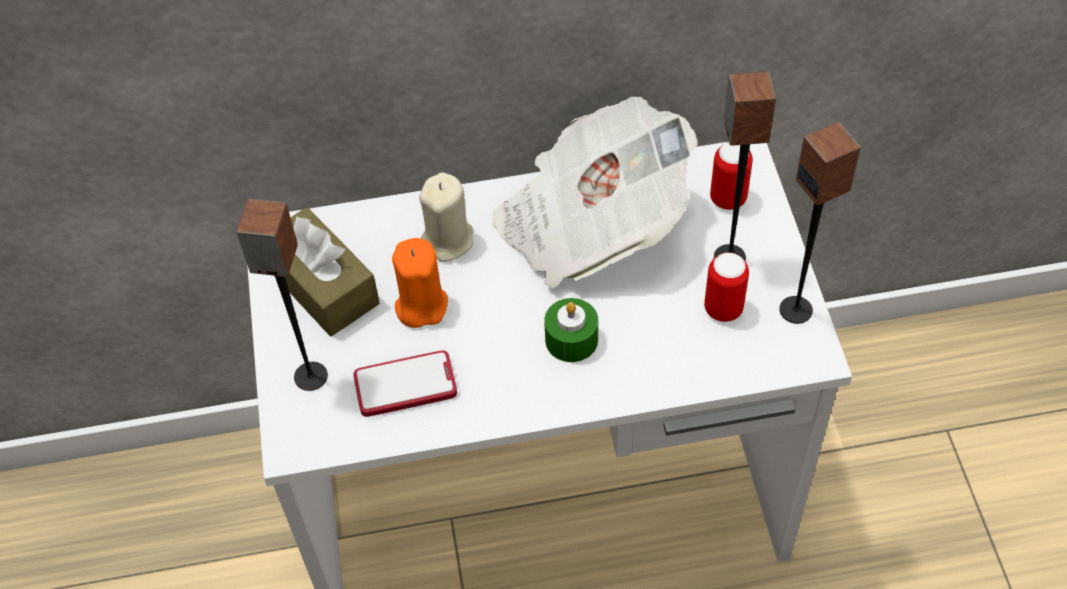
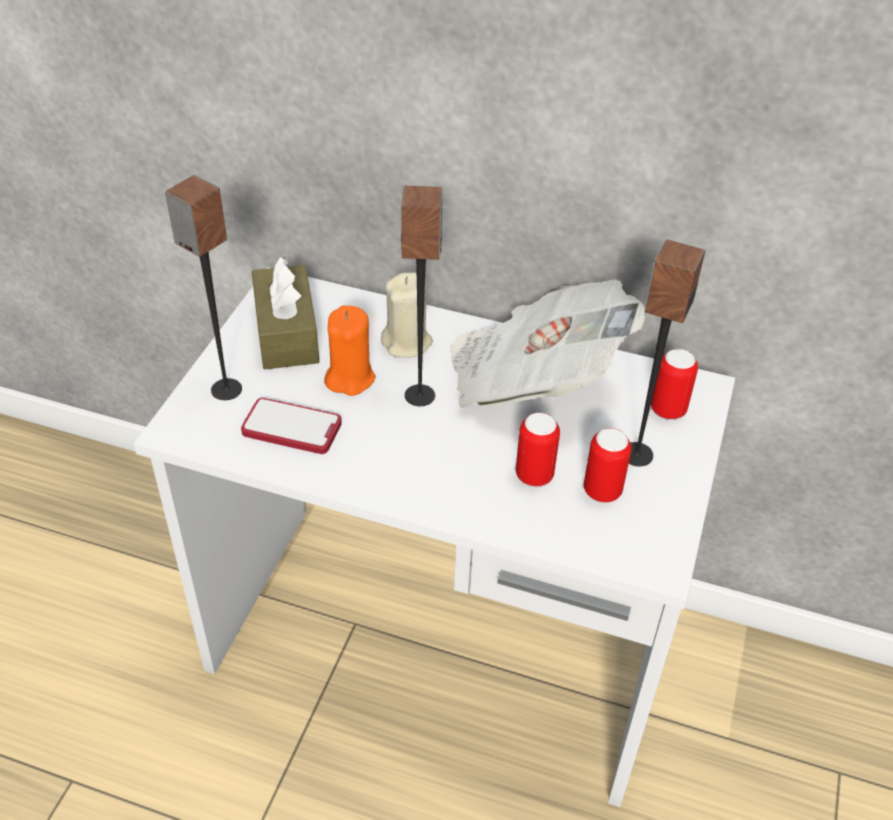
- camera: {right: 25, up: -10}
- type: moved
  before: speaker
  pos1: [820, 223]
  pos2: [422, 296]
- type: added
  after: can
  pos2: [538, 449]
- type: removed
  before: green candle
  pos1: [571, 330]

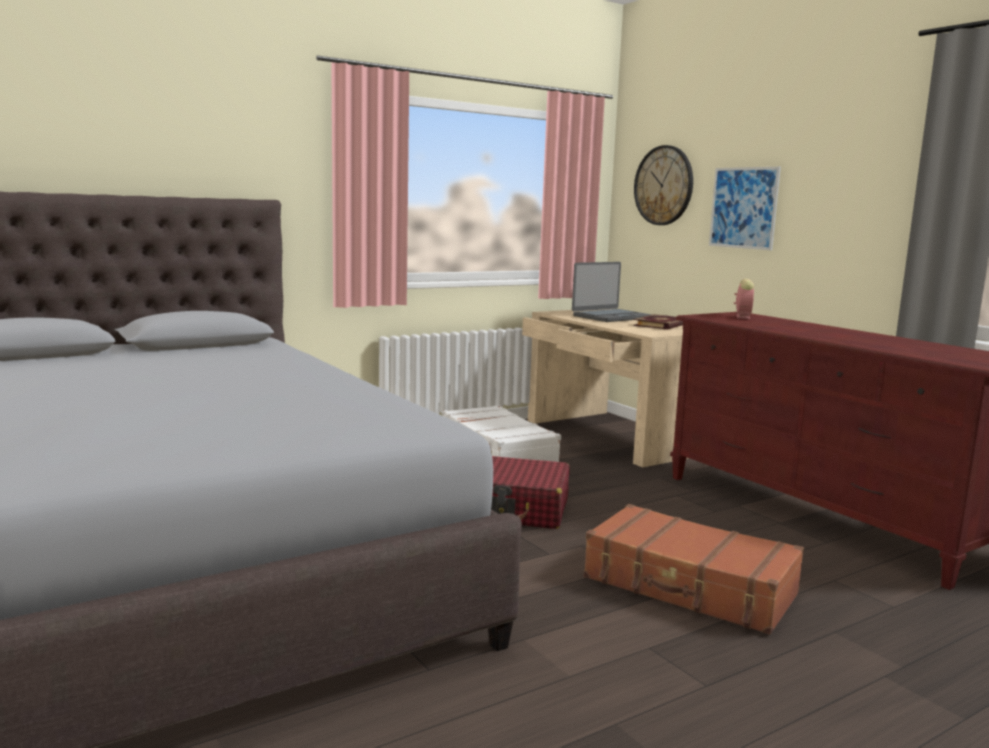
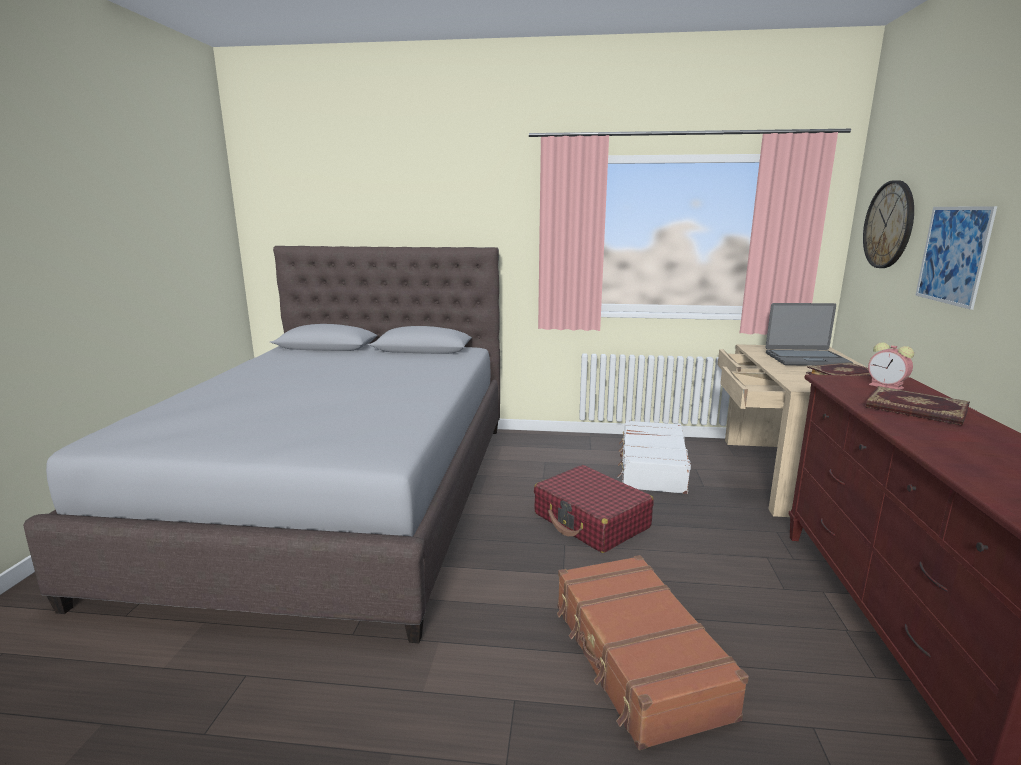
- camera: {right: 40, up: 5}
- type: added
  after: book
  pos2: [918, 406]
- type: turned
  before: alarm clock
  pos1: [744, 299]
  pos2: [891, 366]
  turn: 90

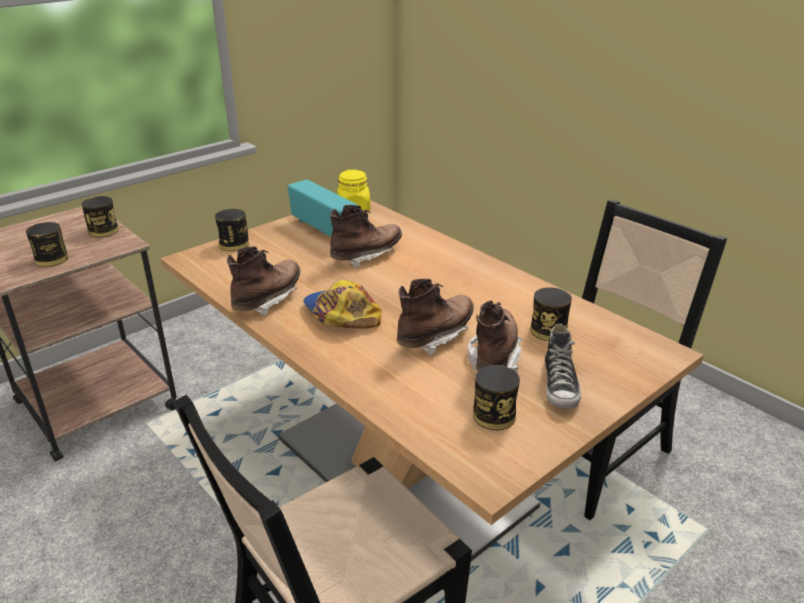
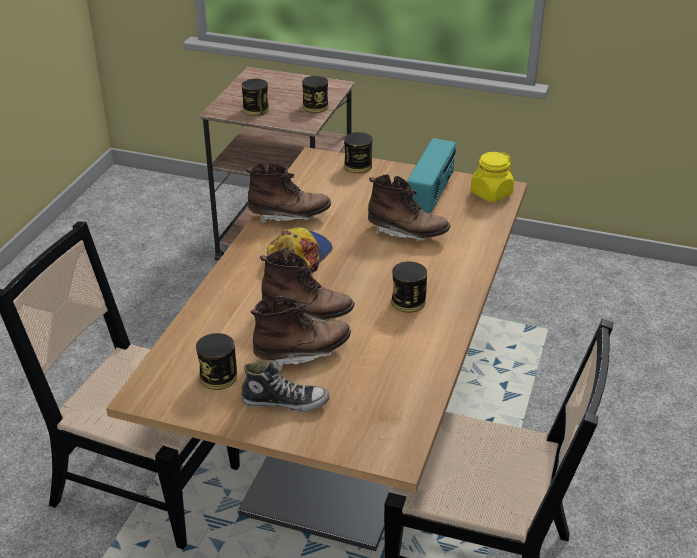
- camera: {right: 60, up: 5}
- type: turned
  before: shoe
  pos1: [563, 366]
  pos2: [285, 386]
  turn: -150
- type: moved
  before: can
  pos1: [551, 314]
  pos2: [409, 287]

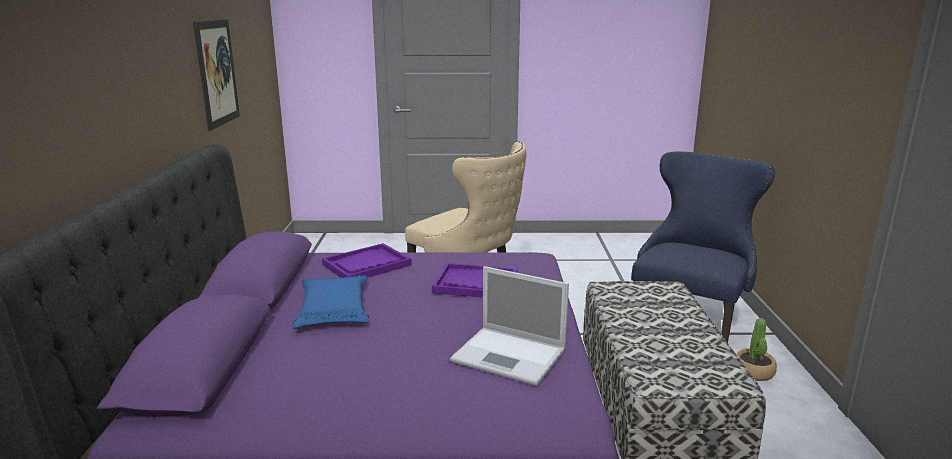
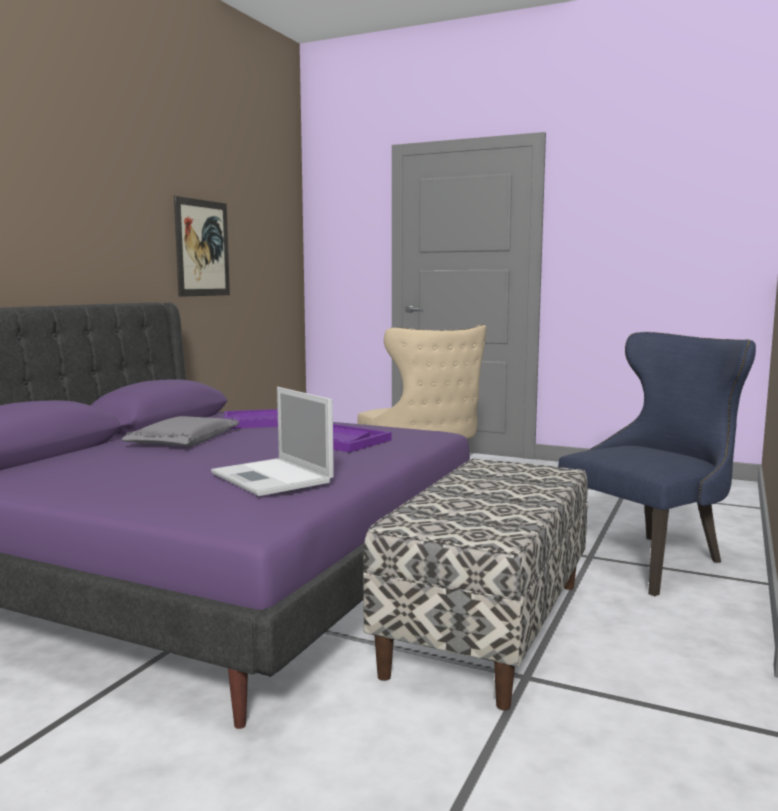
- camera: {right: 25, up: -10}
- type: recoloured
  before: blue pillow
  after: grey pillow
  pos1: [330, 301]
  pos2: [180, 431]
- type: removed
  before: potted plant
  pos1: [756, 349]

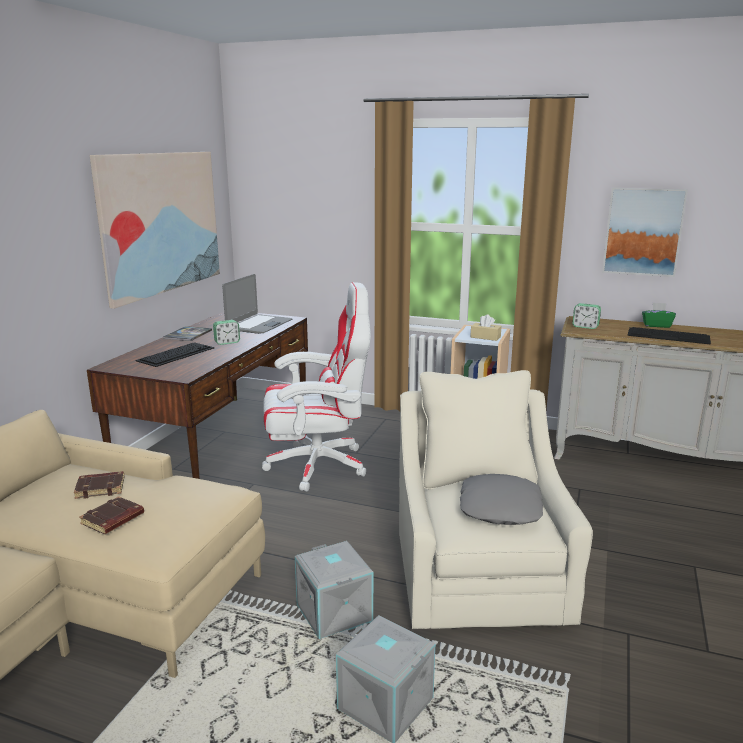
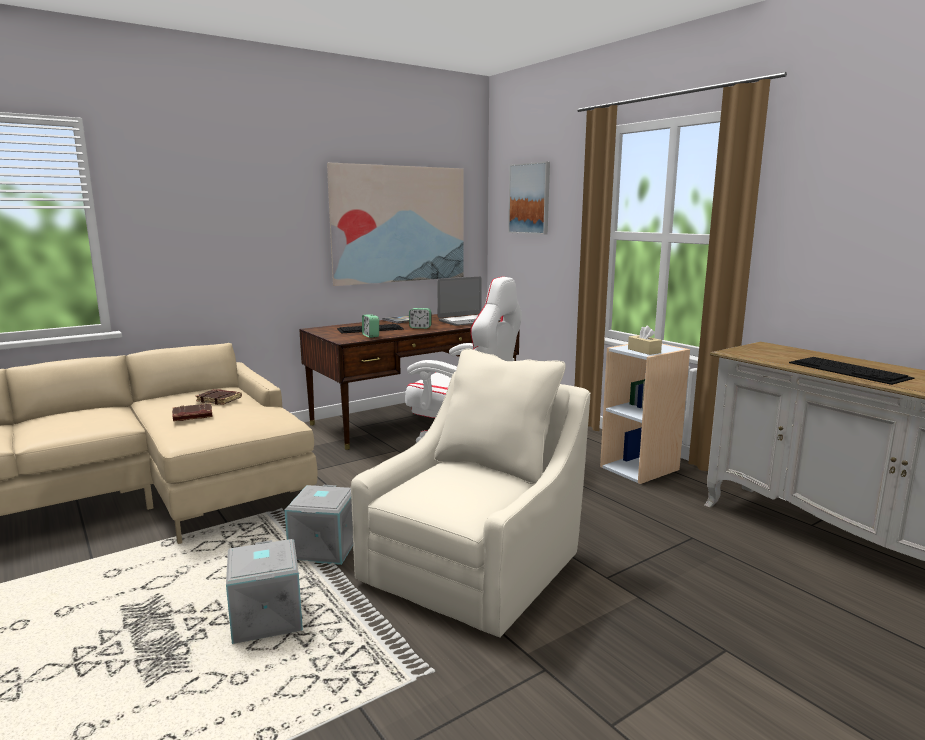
- camera: {right: 35, up: -5}
- type: moved
  before: alarm clock
  pos1: [587, 316]
  pos2: [370, 326]
- type: moved
  before: picture
  pos1: [645, 232]
  pos2: [529, 198]
- type: removed
  before: grey pillow
  pos1: [501, 499]
- type: removed
  before: green tissue box
  pos1: [659, 315]

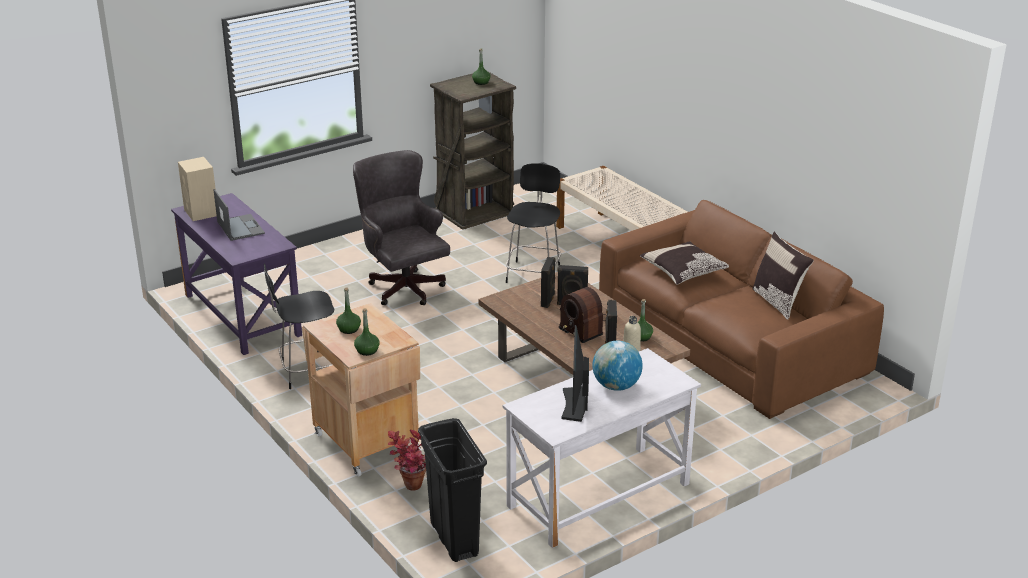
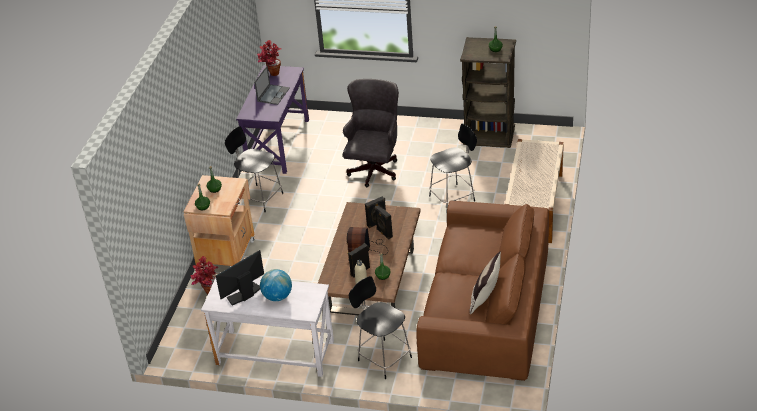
- camera: {right: 50, up: 10}
- type: replaced
  before: beige speaker
  after: potted plant
  pos1: [197, 189]
  pos2: [269, 58]
- type: added
  after: black chair
  pos2: [380, 327]
- type: removed
  before: black trash can
  pos1: [452, 490]
- type: removed
  before: pillow
  pos1: [684, 263]

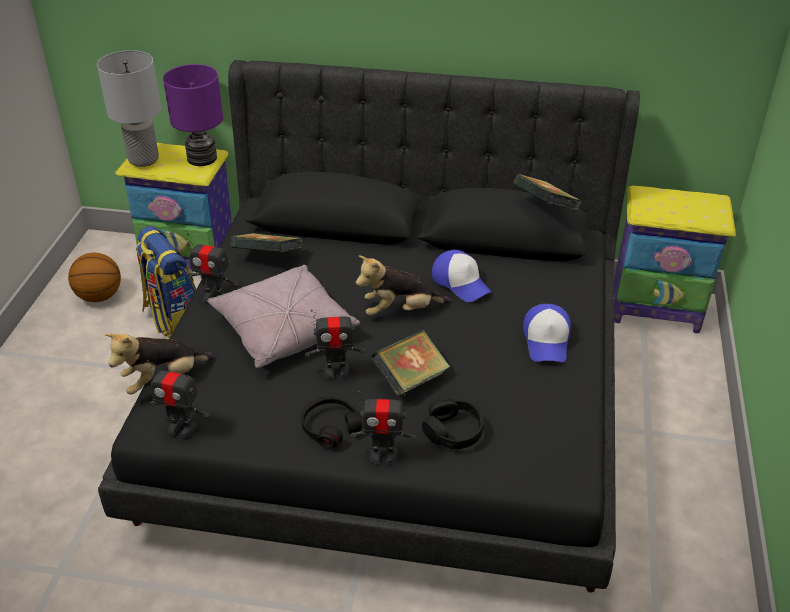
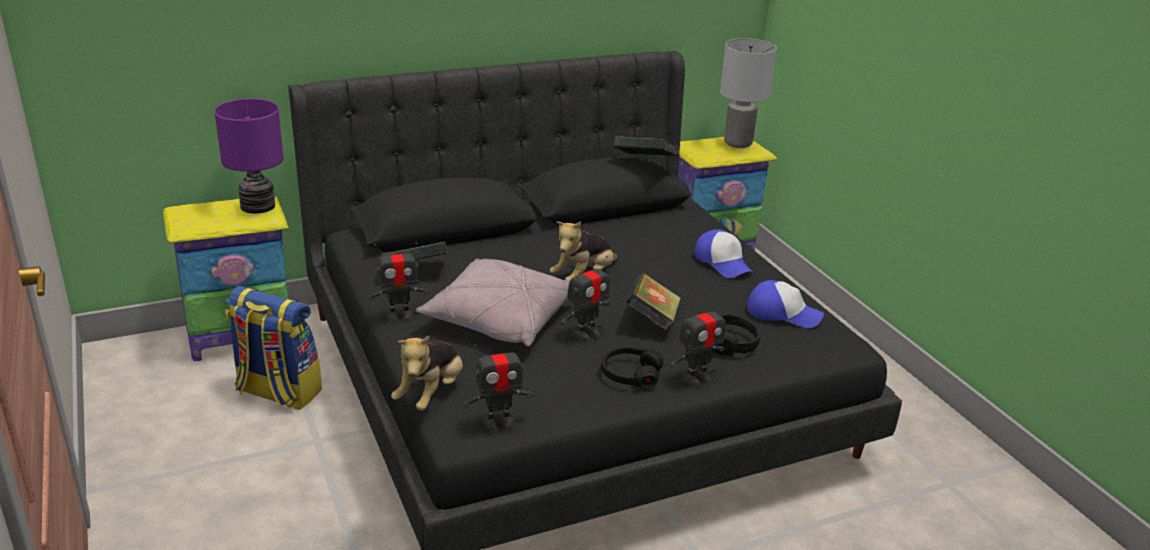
- camera: {right: -35, up: -10}
- type: moved
  before: grey table lamp
  pos1: [129, 108]
  pos2: [748, 93]
- type: moved
  before: cap
  pos1: [461, 276]
  pos2: [785, 304]
- type: removed
  before: basketball
  pos1: [94, 277]

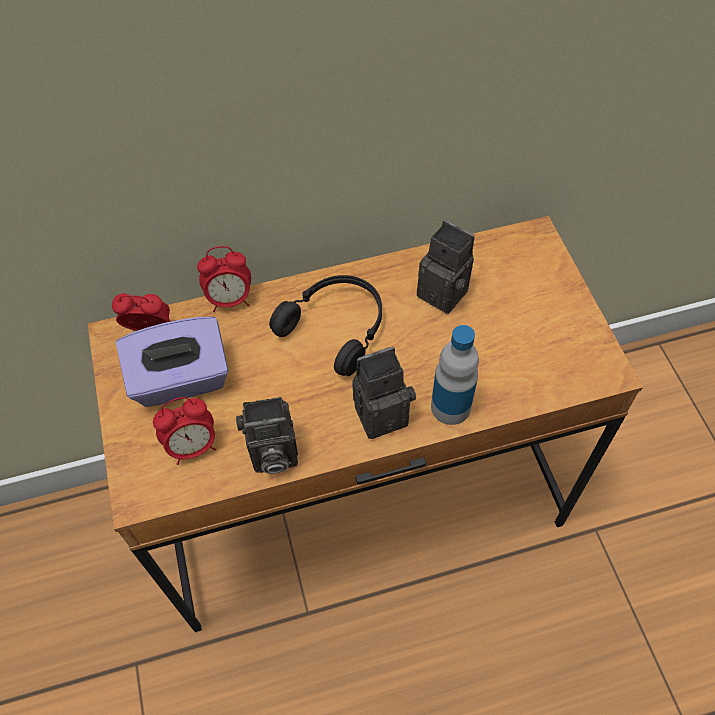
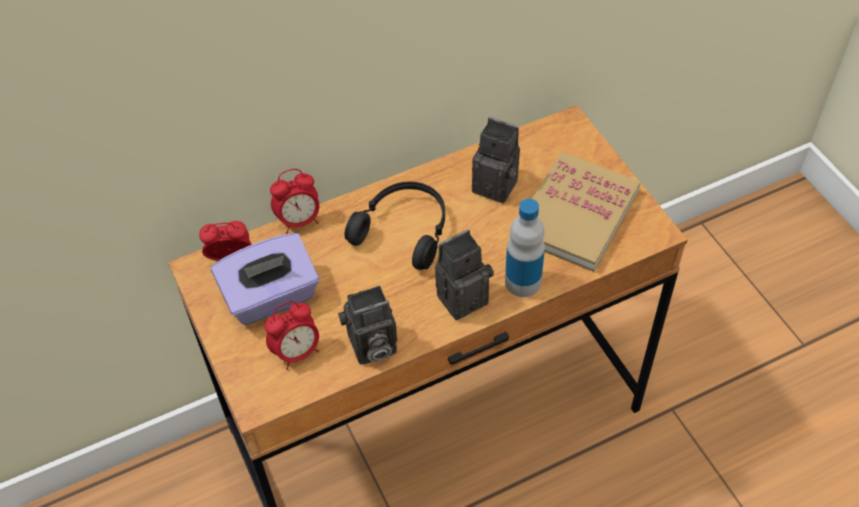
- camera: {right: -10, up: -5}
- type: added
  after: book
  pos2: [586, 212]

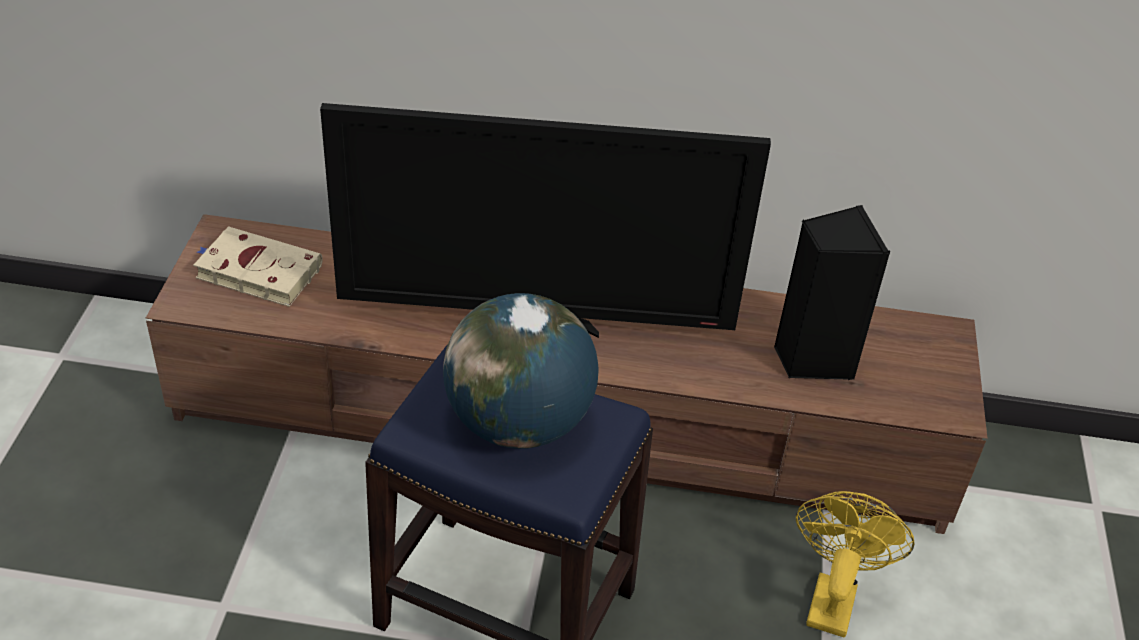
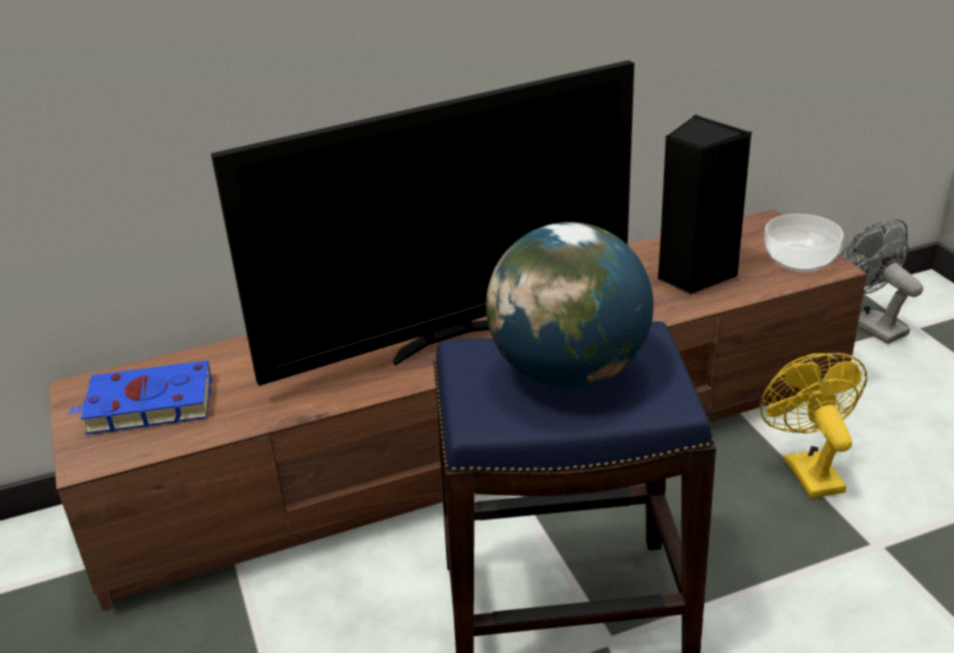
- camera: {right: -25, up: -10}
- type: recoloured
  before: beige book
  after: blue book
  pos1: [258, 266]
  pos2: [140, 397]
- type: added
  after: bowl
  pos2: [804, 243]
- type: added
  after: grey fan
  pos2: [882, 281]

